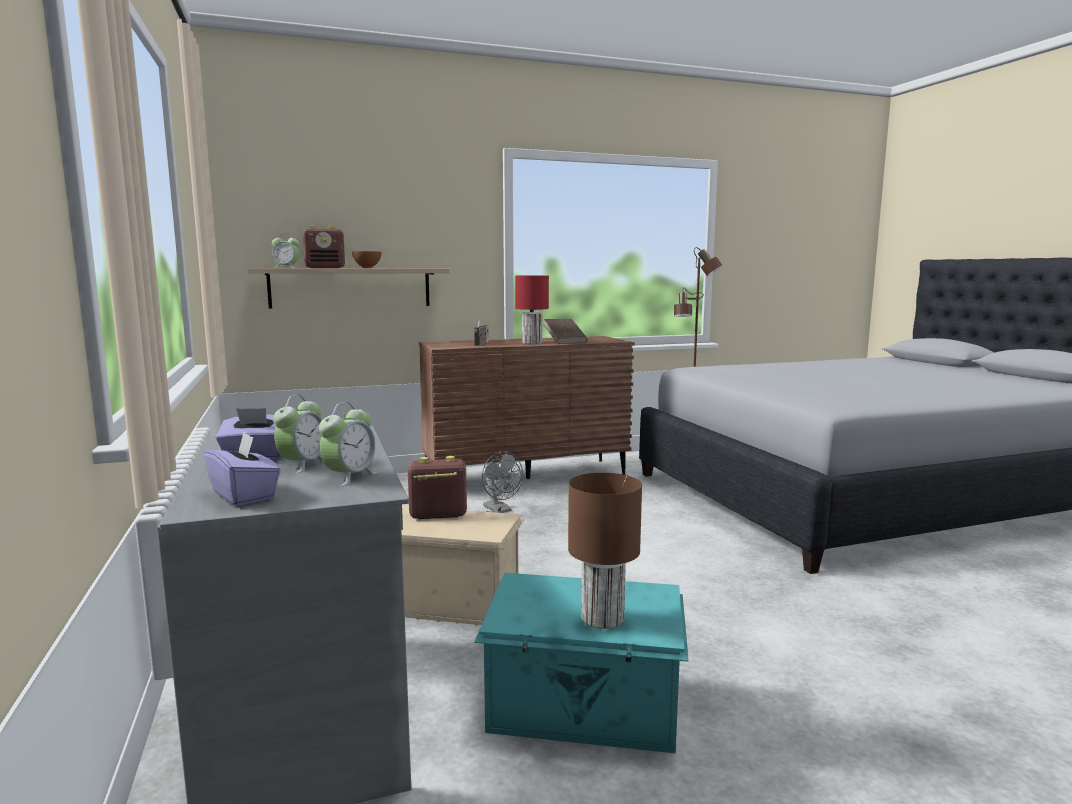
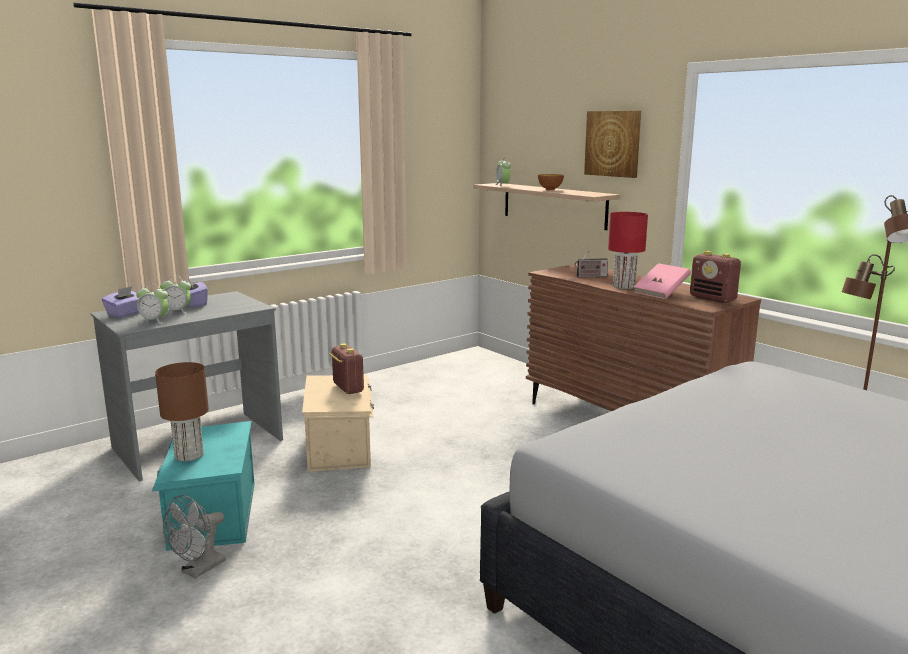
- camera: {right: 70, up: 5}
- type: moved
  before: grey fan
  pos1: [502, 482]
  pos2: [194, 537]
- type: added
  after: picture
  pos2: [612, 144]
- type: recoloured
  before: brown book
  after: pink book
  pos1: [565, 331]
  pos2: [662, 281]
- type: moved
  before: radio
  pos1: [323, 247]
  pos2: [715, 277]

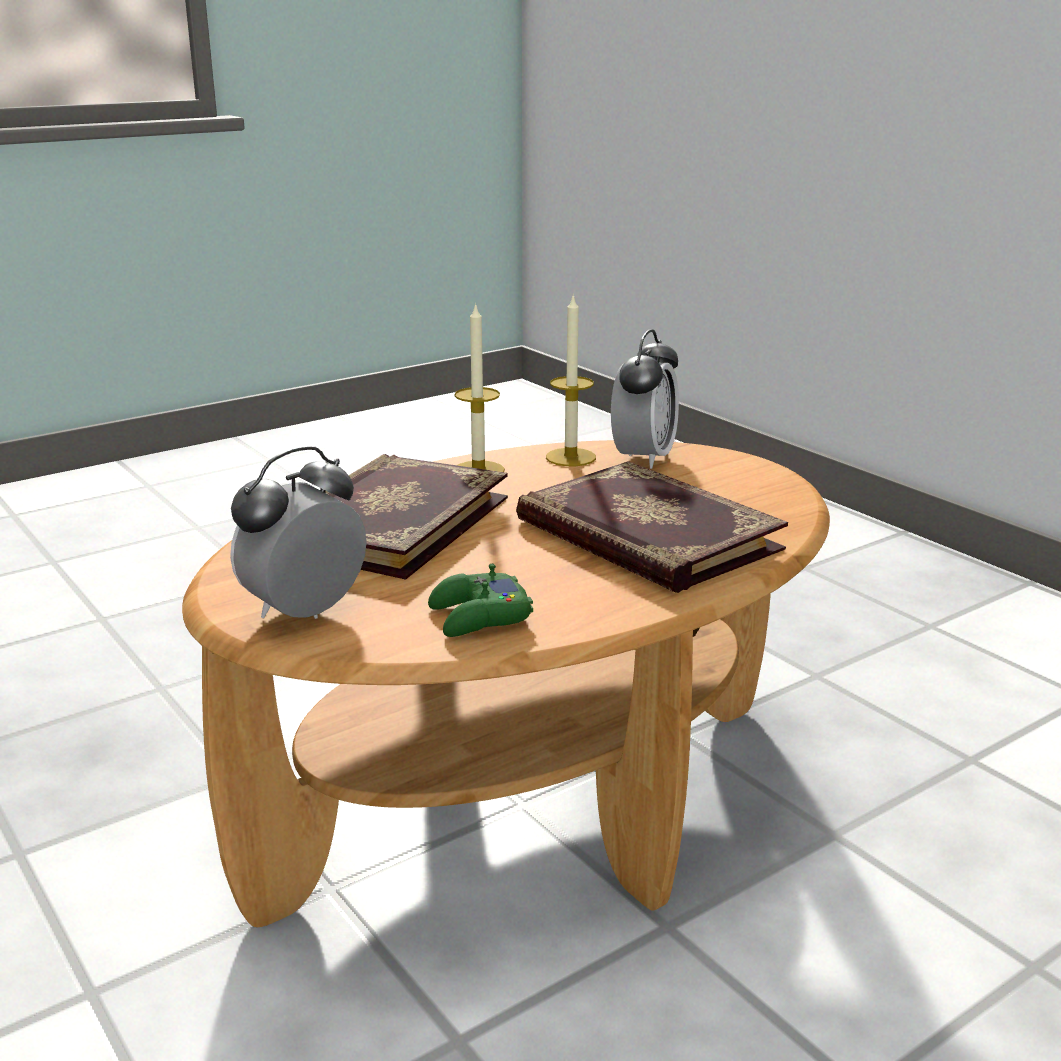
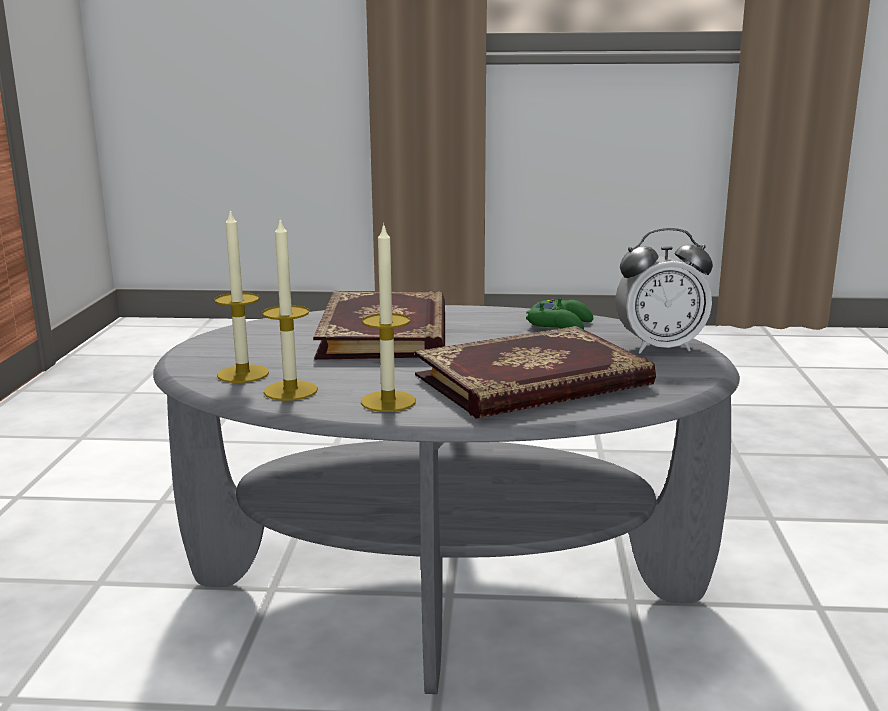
- camera: {right: -140, up: -5}
- type: recoloured
  before: brown coffee table
  after: grey coffee table
  pos1: [506, 683]
  pos2: [446, 499]
- type: replaced
  before: alarm clock
  after: candle
  pos1: [645, 399]
  pos2: [241, 296]

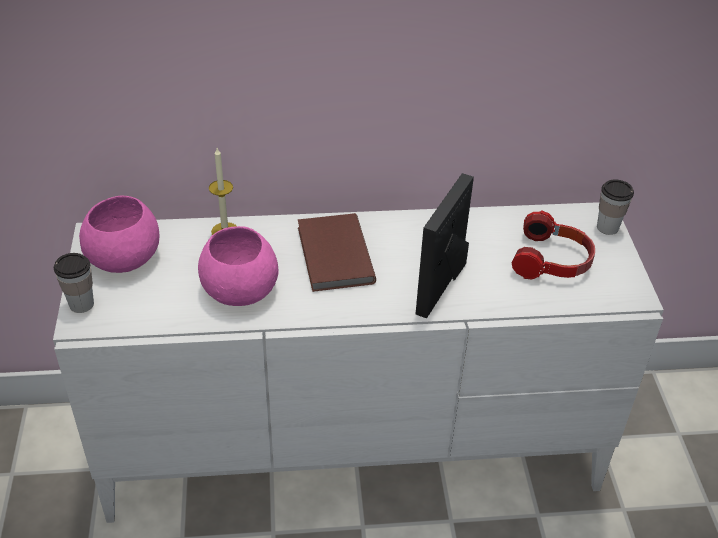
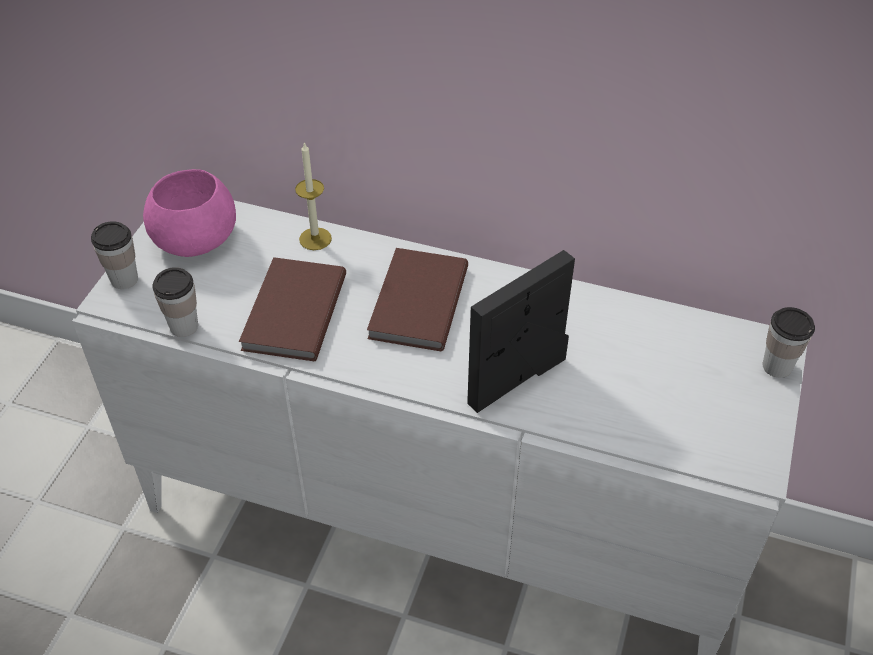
- camera: {right: 25, up: 5}
- type: added
  after: cup
  pos2: [175, 302]
- type: replaced
  before: pink bowl
  after: brown book
  pos1: [238, 266]
  pos2: [292, 309]
- type: removed
  before: headphones
  pos1: [553, 244]

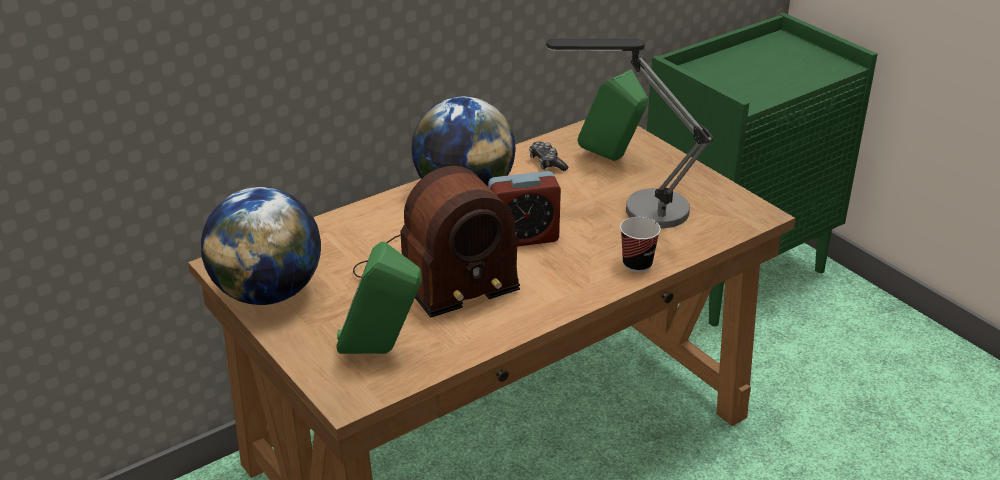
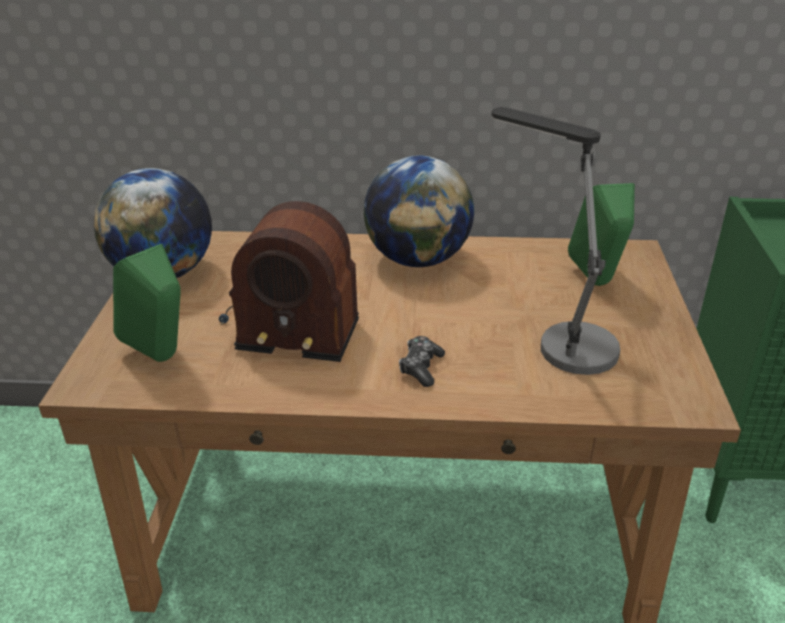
- camera: {right: 40, up: 0}
- type: moved
  before: game controller
  pos1: [548, 156]
  pos2: [422, 361]
- type: removed
  before: alarm clock
  pos1: [524, 209]
- type: removed
  before: cup
  pos1: [640, 244]

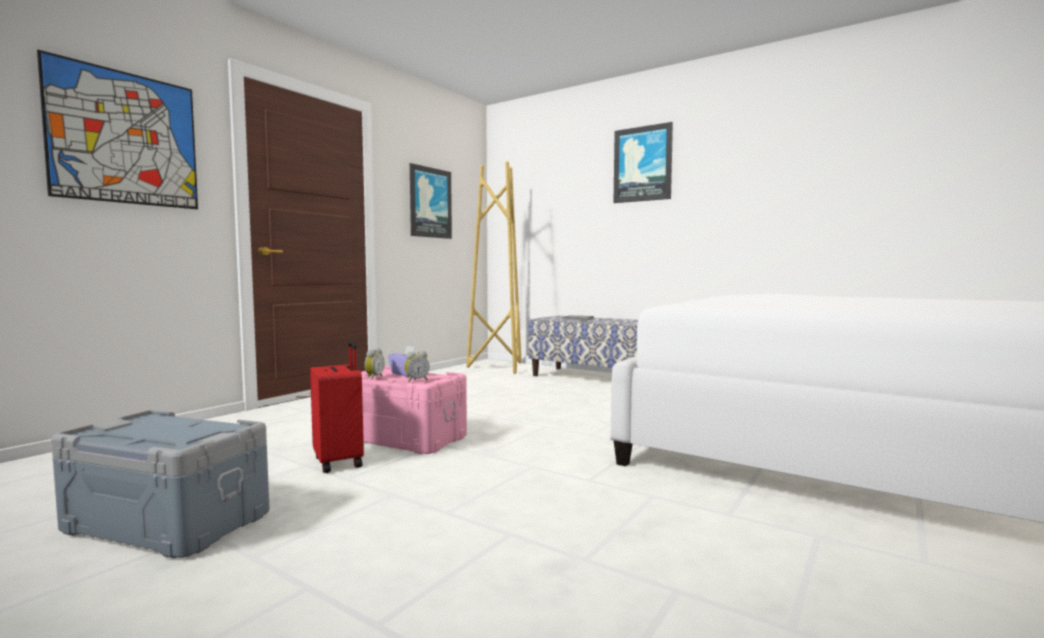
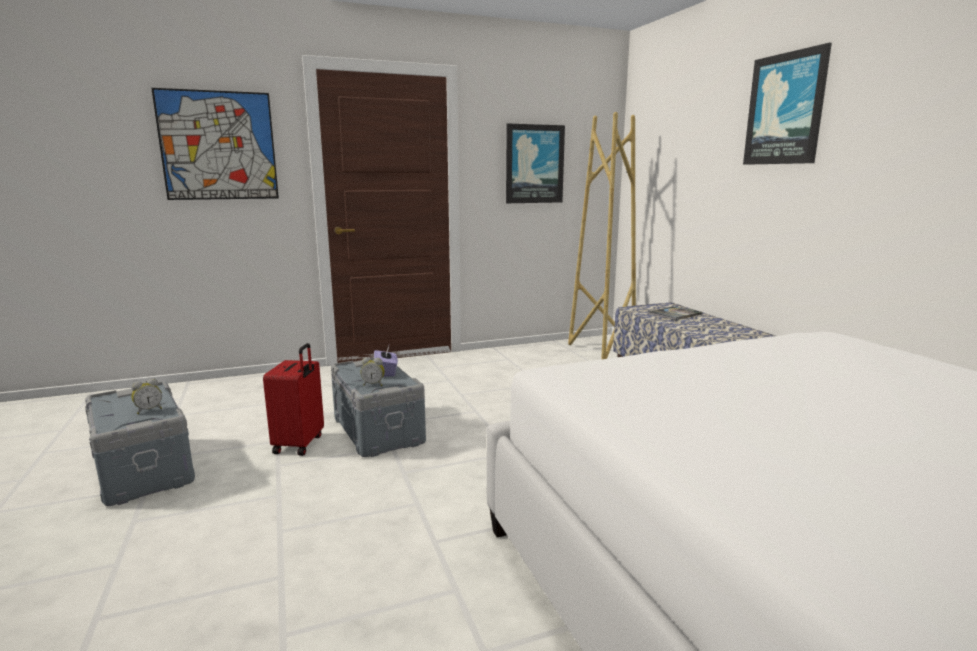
- camera: {right: 35, up: 10}
- type: moved
  before: alarm clock
  pos1: [374, 364]
  pos2: [146, 396]
- type: recoloured
  before: pink storage box
  after: grey storage box
  pos1: [414, 410]
  pos2: [378, 407]

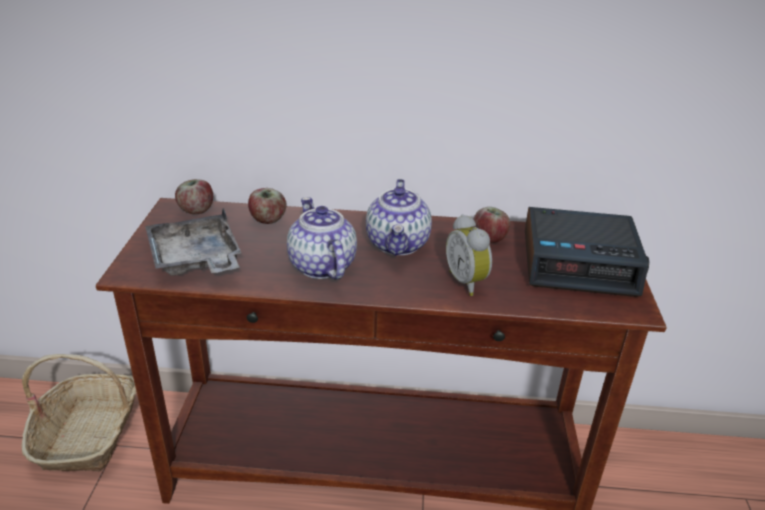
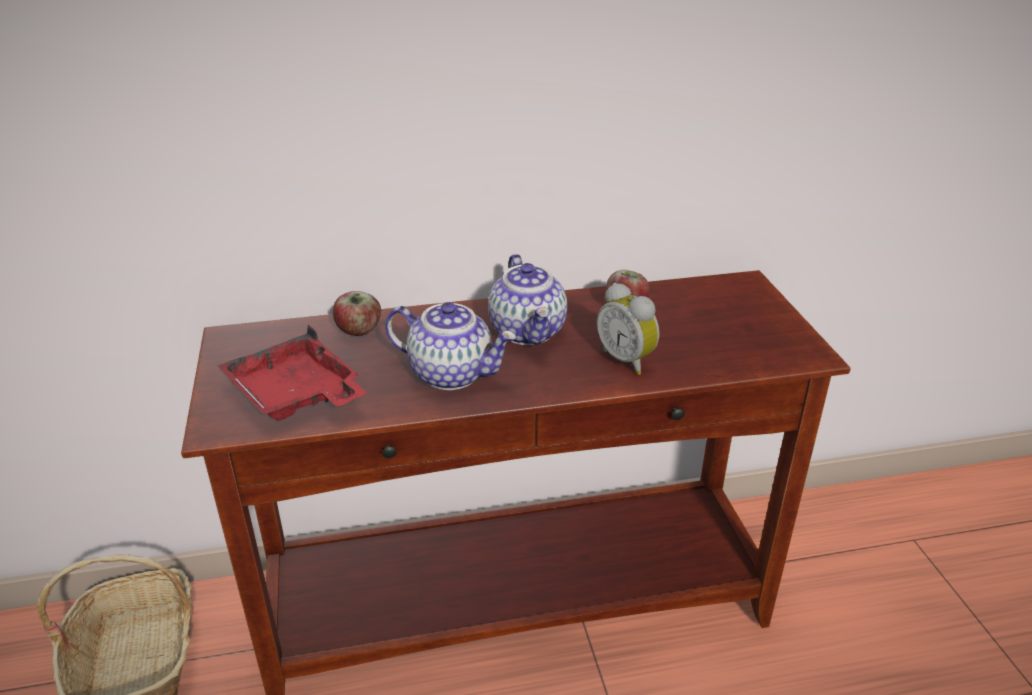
- camera: {right: -15, up: 0}
- type: recoloured
  before: grey tray
  after: red tray
  pos1: [193, 242]
  pos2: [292, 373]
- type: turned
  before: teapot
  pos1: [322, 238]
  pos2: [450, 346]
  turn: 150
- type: removed
  before: apple
  pos1: [194, 196]
- type: removed
  before: alarm clock
  pos1: [587, 252]

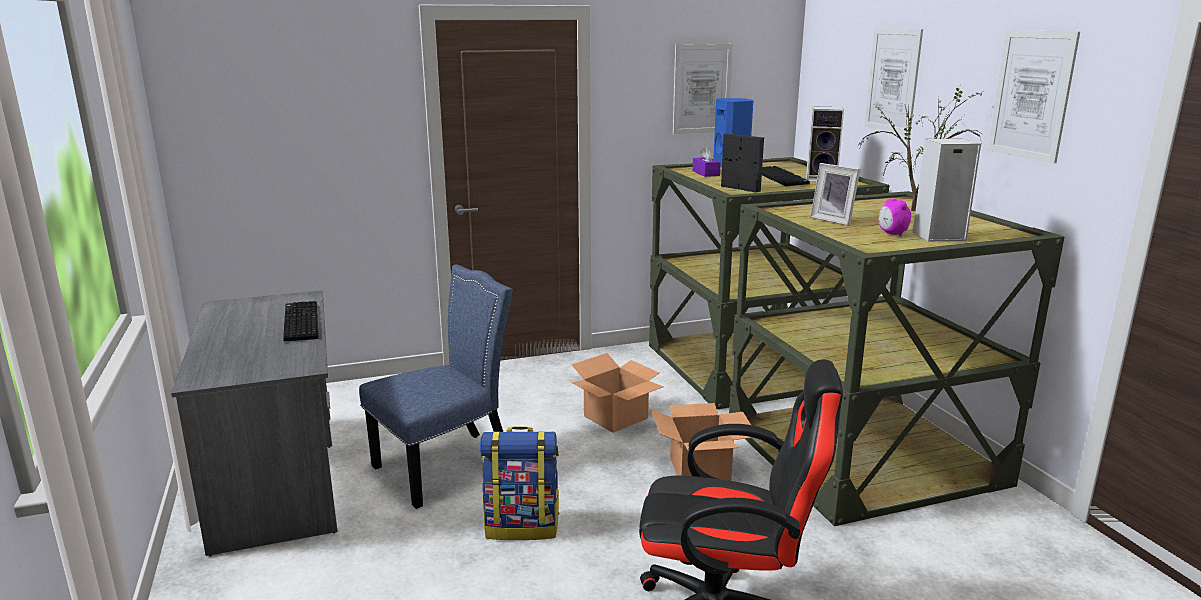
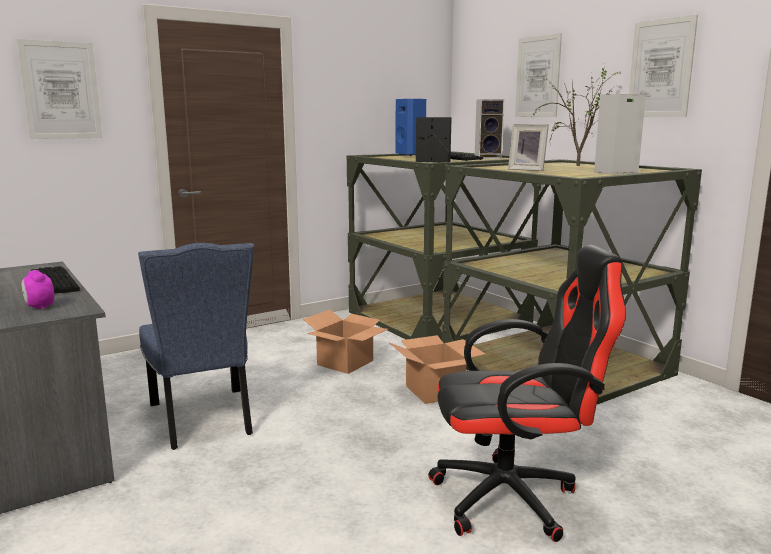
- camera: {right: -15, up: -5}
- type: moved
  before: picture
  pos1: [703, 89]
  pos2: [59, 89]
- type: moved
  before: alarm clock
  pos1: [895, 217]
  pos2: [37, 290]
- type: turned
  before: blue chair
  pos1: [436, 386]
  pos2: [196, 346]
  turn: 120
- type: removed
  before: backpack
  pos1: [519, 483]
- type: removed
  before: purple tissue box
  pos1: [707, 162]

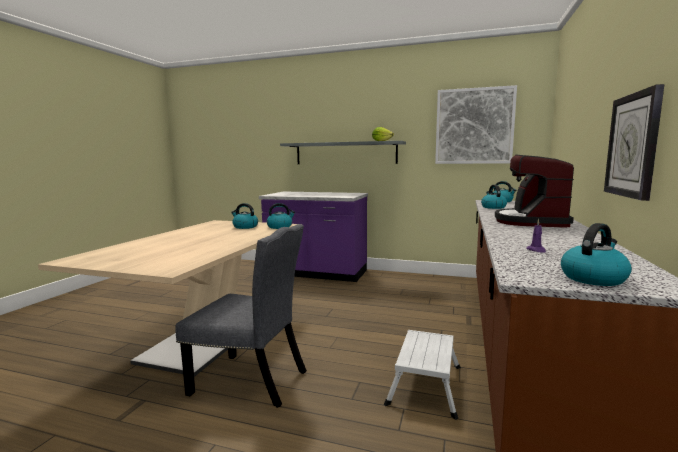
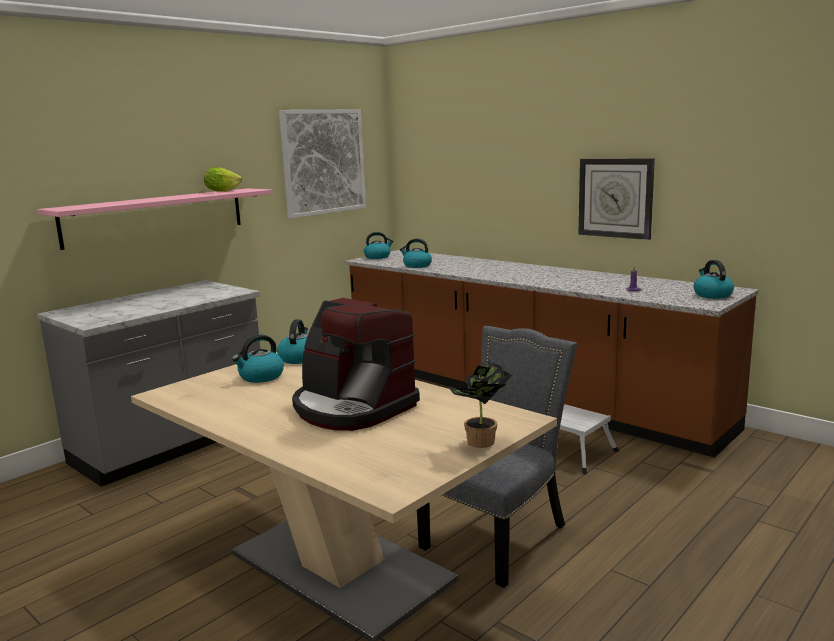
- camera: {right: -65, up: 5}
- type: recoloured
  before: grey shelf
  after: pink shelf
  pos1: [343, 152]
  pos2: [155, 219]
- type: recoloured
  before: purple counter
  after: grey counter
  pos1: [313, 237]
  pos2: [148, 383]
- type: moved
  before: coffee machine
  pos1: [534, 191]
  pos2: [356, 364]
- type: added
  after: potted plant
  pos2: [479, 404]

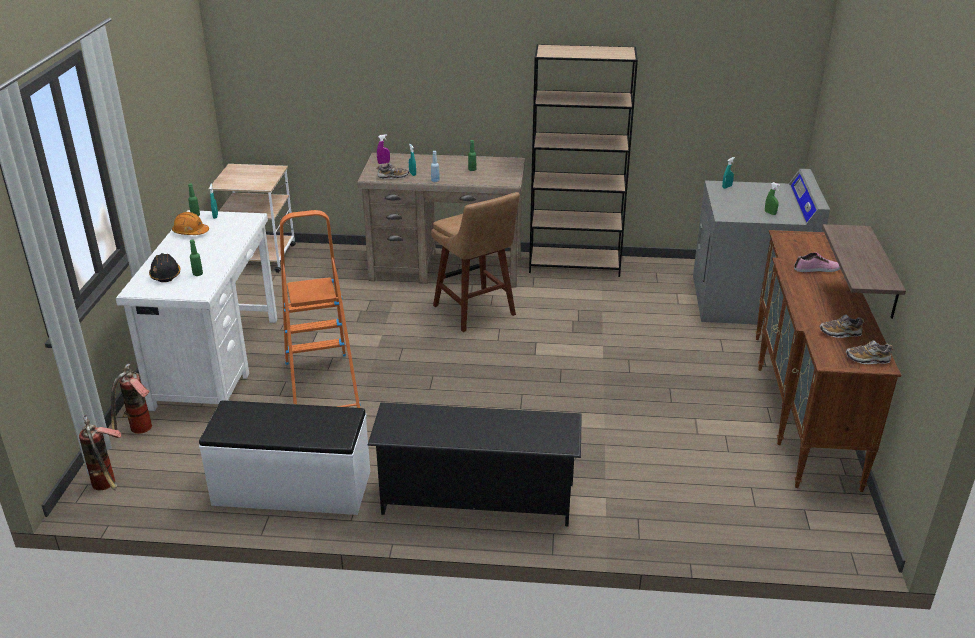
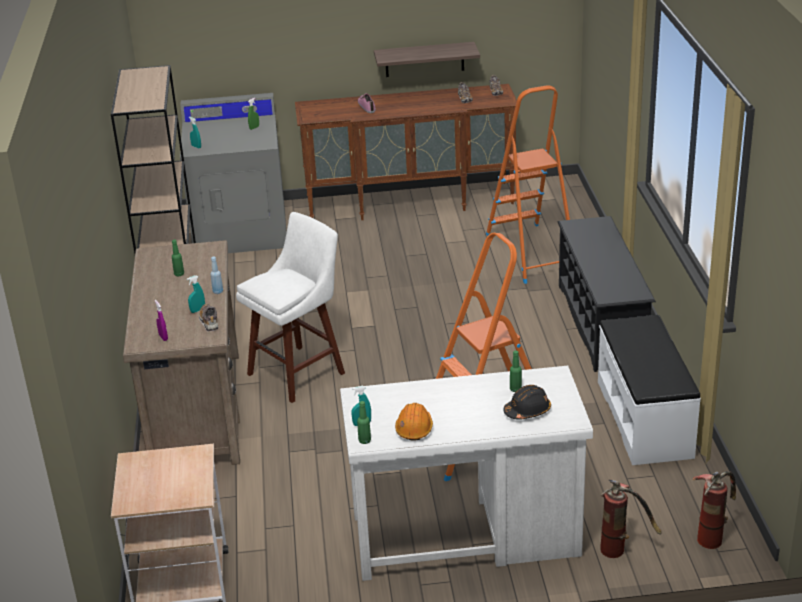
- camera: {right: -100, up: 0}
- type: recoloured
  before: brown stool
  after: white stool
  pos1: [475, 262]
  pos2: [290, 307]
- type: added
  after: orange step ladder
  pos2: [528, 184]

